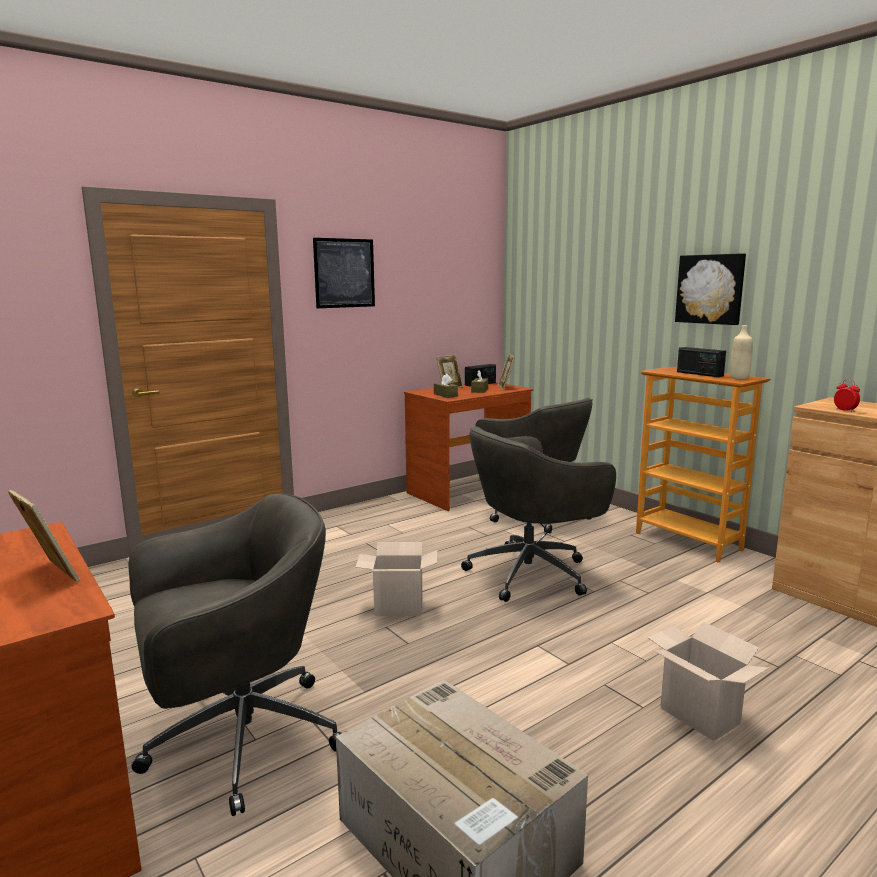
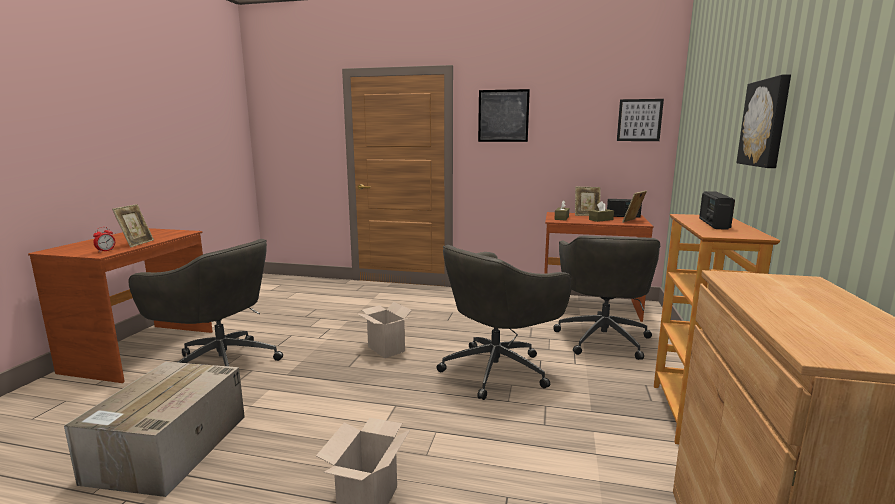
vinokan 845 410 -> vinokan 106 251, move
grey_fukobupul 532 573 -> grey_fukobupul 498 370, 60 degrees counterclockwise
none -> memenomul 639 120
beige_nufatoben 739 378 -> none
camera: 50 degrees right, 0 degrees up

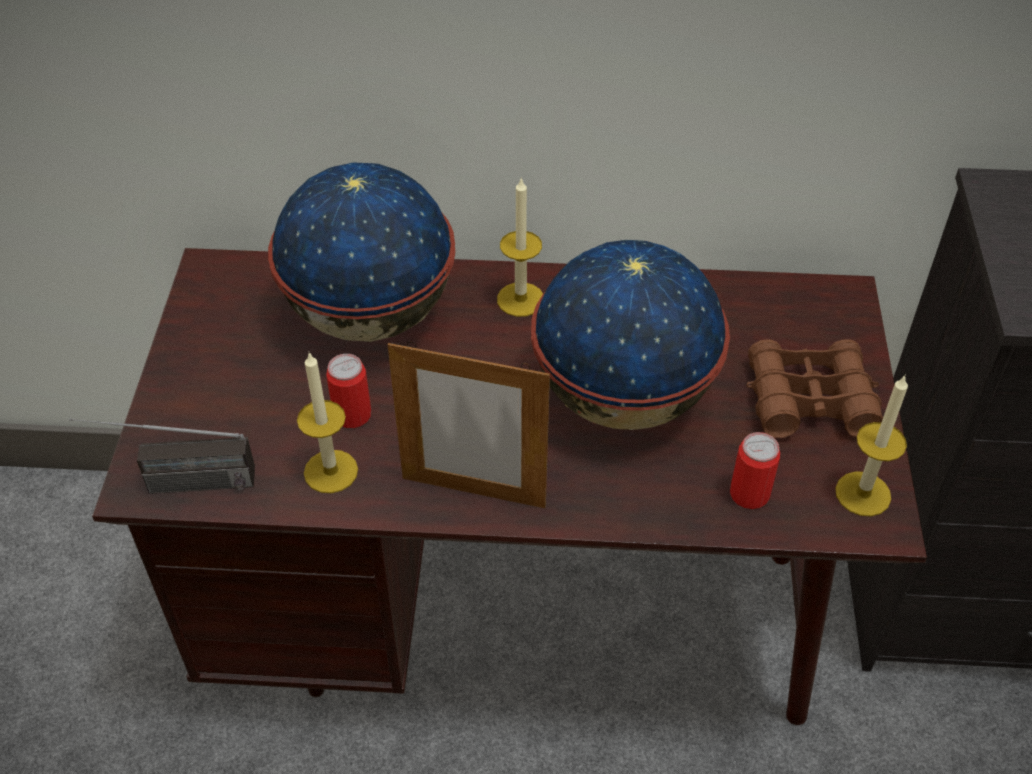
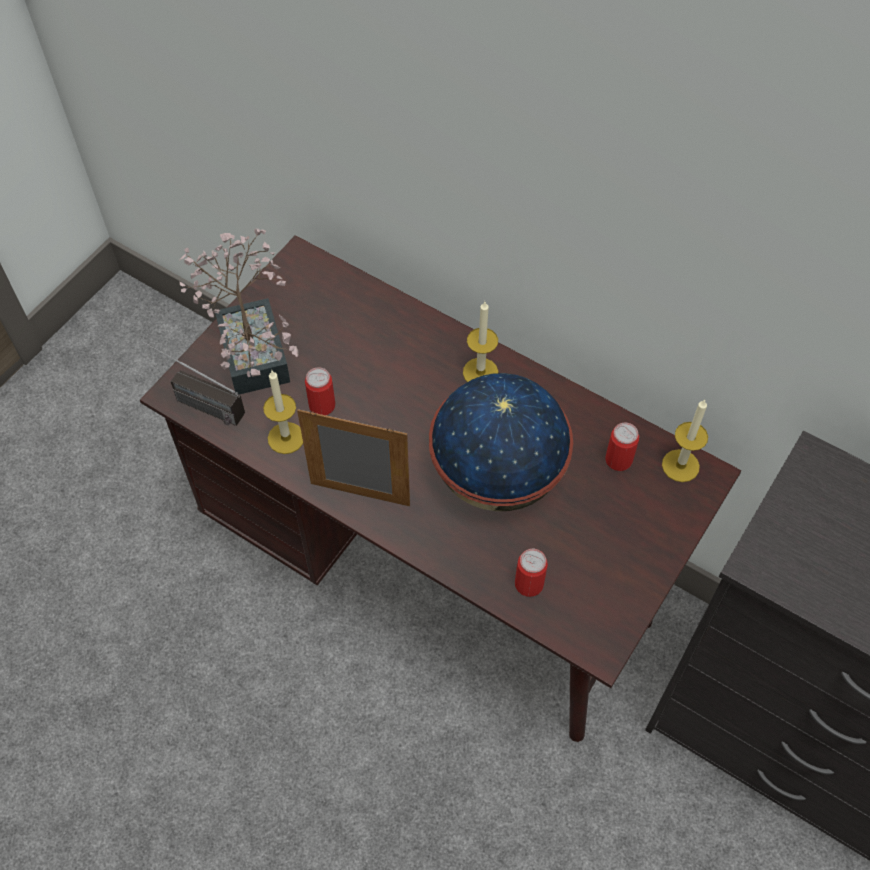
none -> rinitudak 253 345
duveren 473 492 -> duveren 360 494, 150 degrees clockwise
none -> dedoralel 618 460
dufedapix 863 494 -> dufedapix 680 465, move
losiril 369 315 -> none
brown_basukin 809 400 -> none
camera: 30 degrees right, 10 degrees up

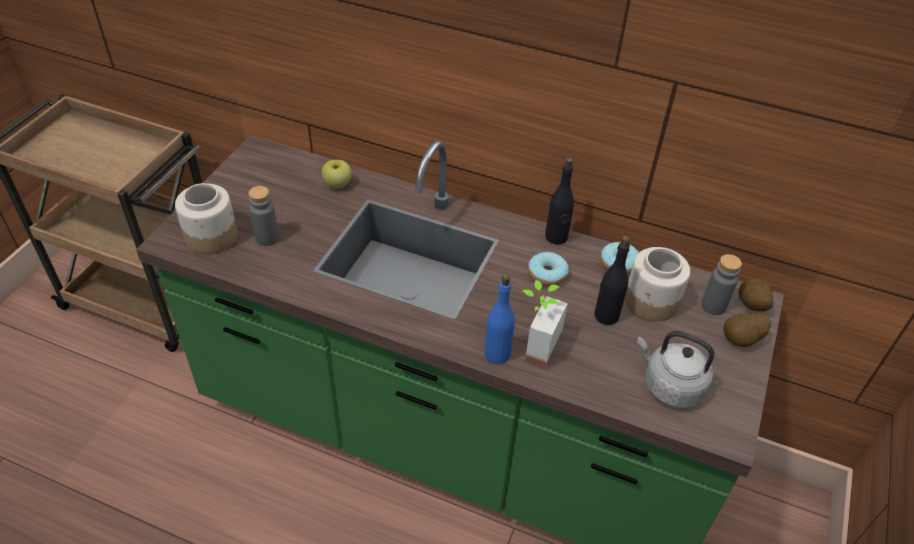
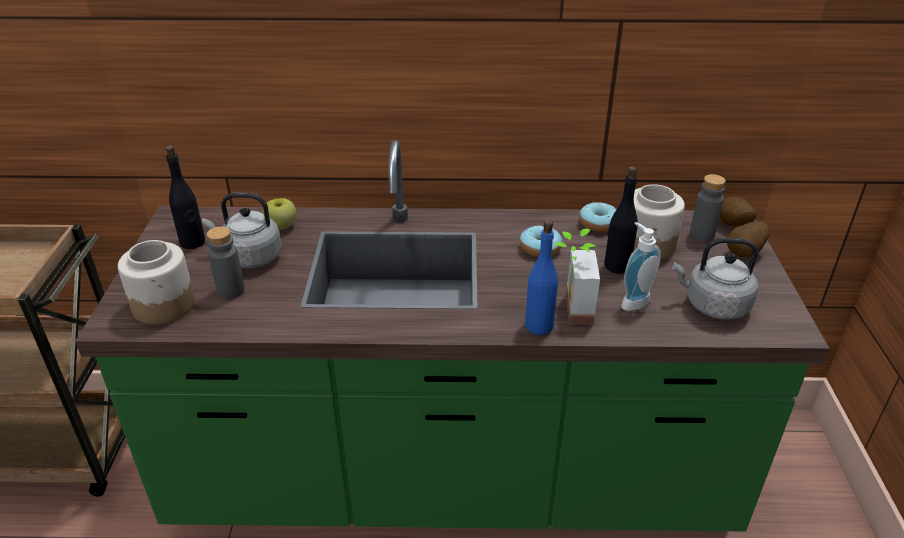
black_nufatoben 556 237 -> black_nufatoben 193 242, move
none -> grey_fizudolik 249 257
none -> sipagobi 632 301
camera: 20 degrees left, 10 degrees down

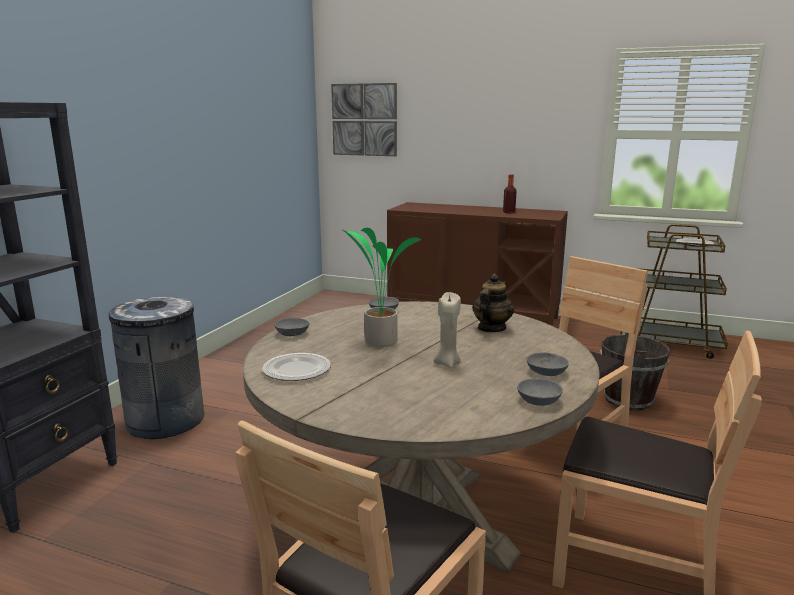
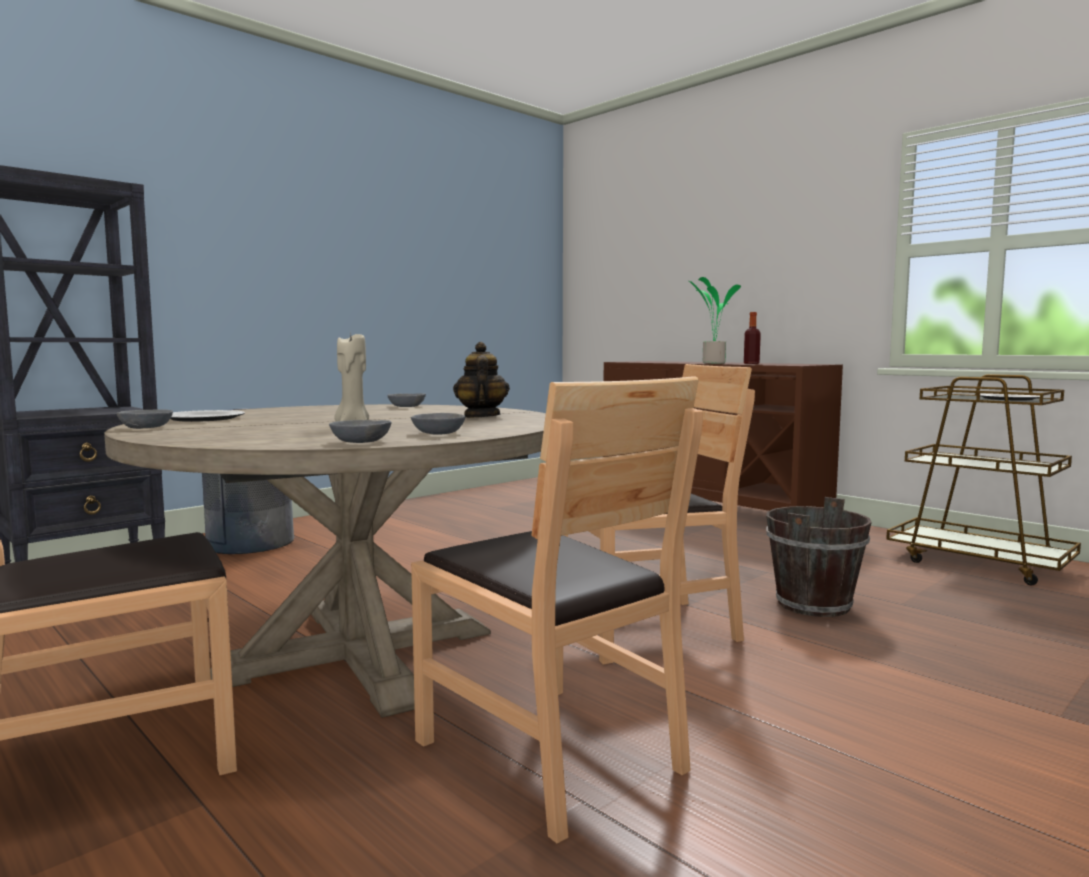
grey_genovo 293 333 -> grey_genovo 148 427, move
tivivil 491 328 -> tivivil 481 416, 60 degrees counterclockwise
rinitudak 378 342 -> rinitudak 712 363, move
memenomul 364 120 -> none
camera: 25 degrees right, 10 degrees down

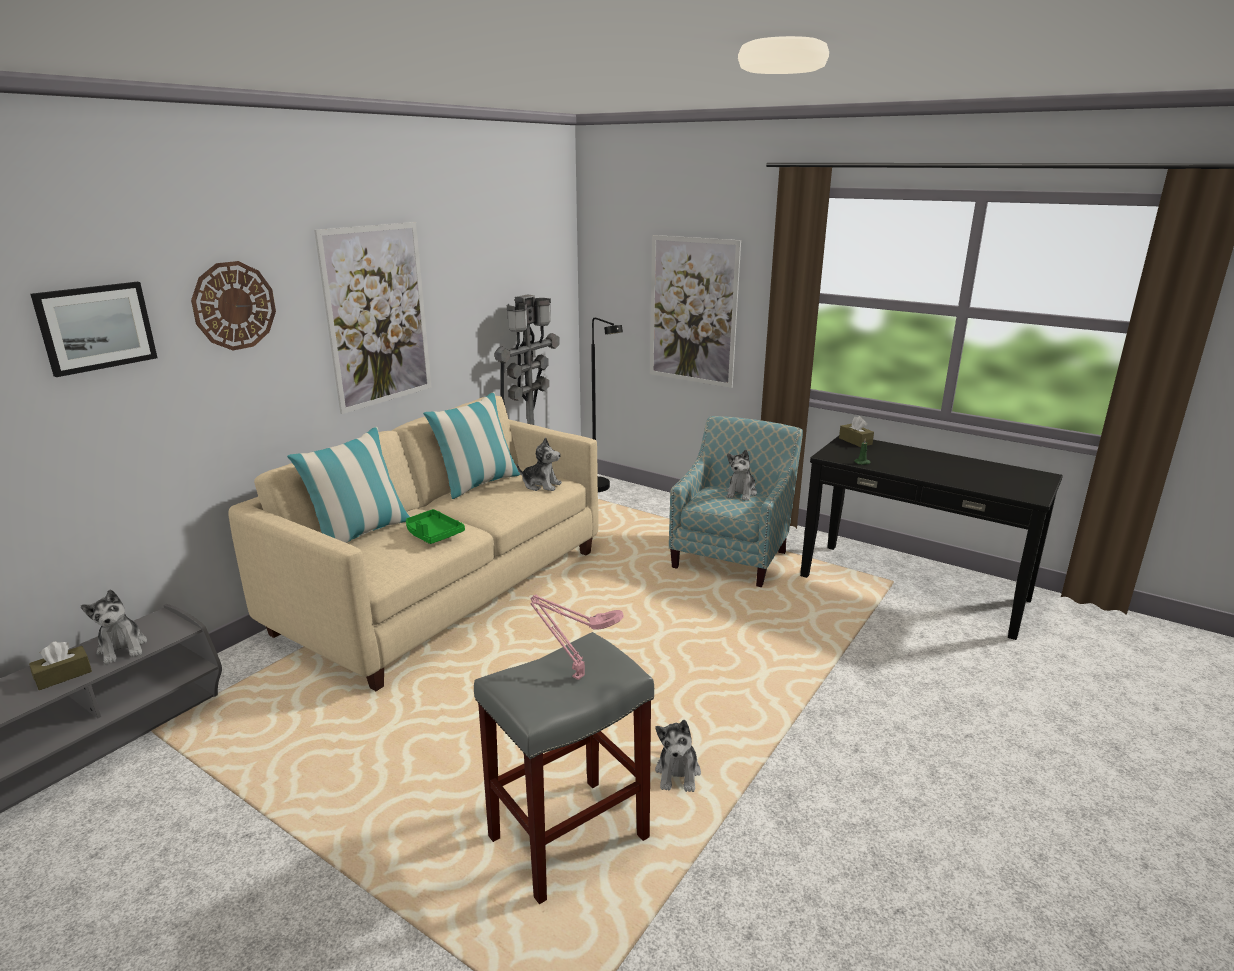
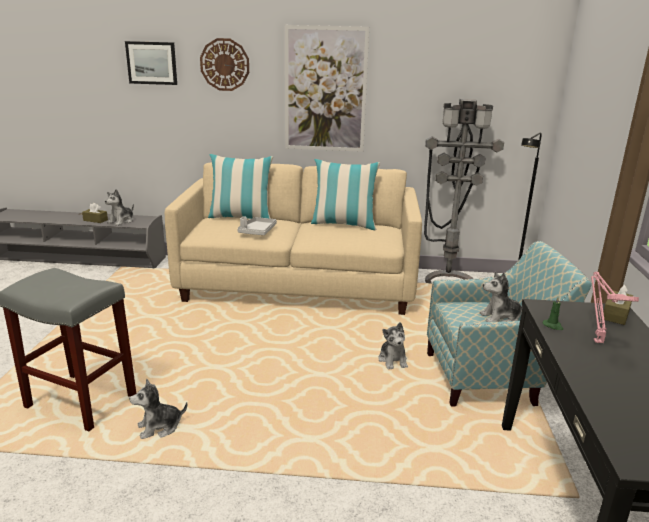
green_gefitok 432 534 -> grey_gefitok 257 231
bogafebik 541 485 -> bogafebik 393 360, move
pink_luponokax 575 675 -> pink_luponokax 597 340, move
memenomul 693 311 -> none
camera: 60 degrees right, 0 degrees up

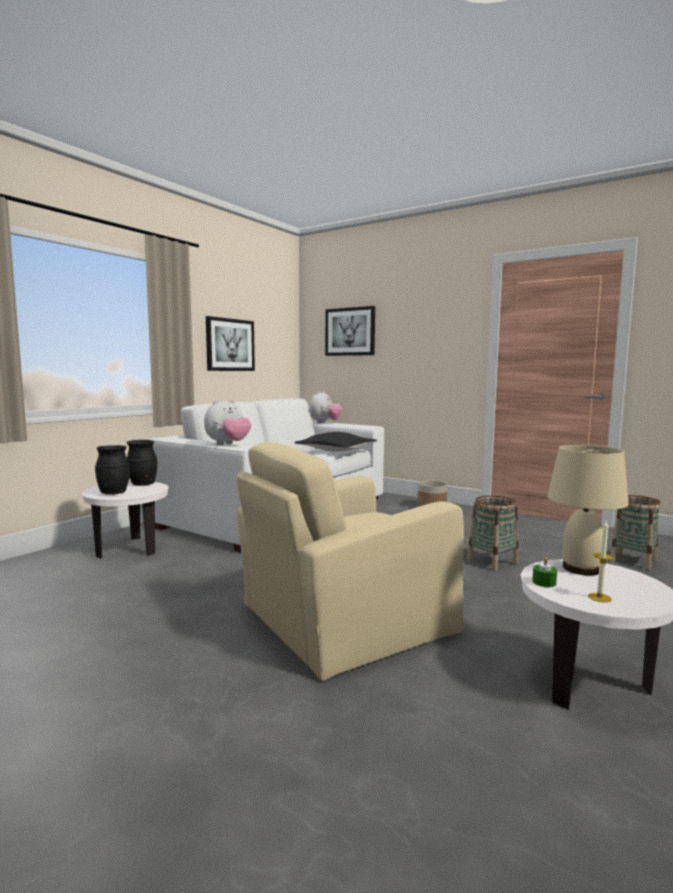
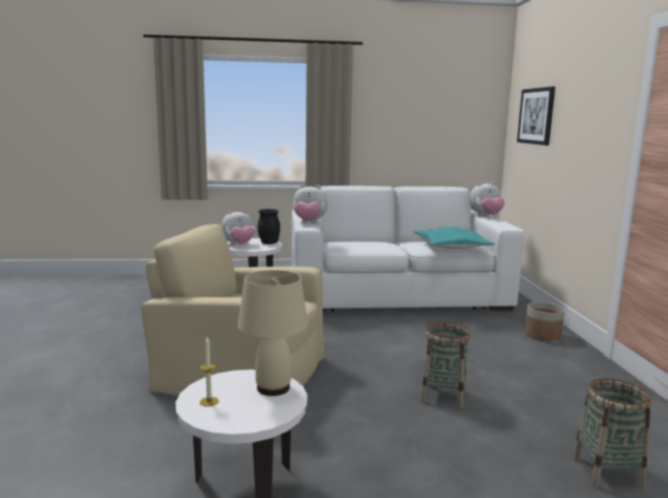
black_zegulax 113 493 -> bogafebik 239 245
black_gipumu 336 451 -> turquoise_gipumu 451 247
memenomul 230 345 -> none
green_dufedapix 544 582 -> none
camera: 50 degrees right, 5 degrees up

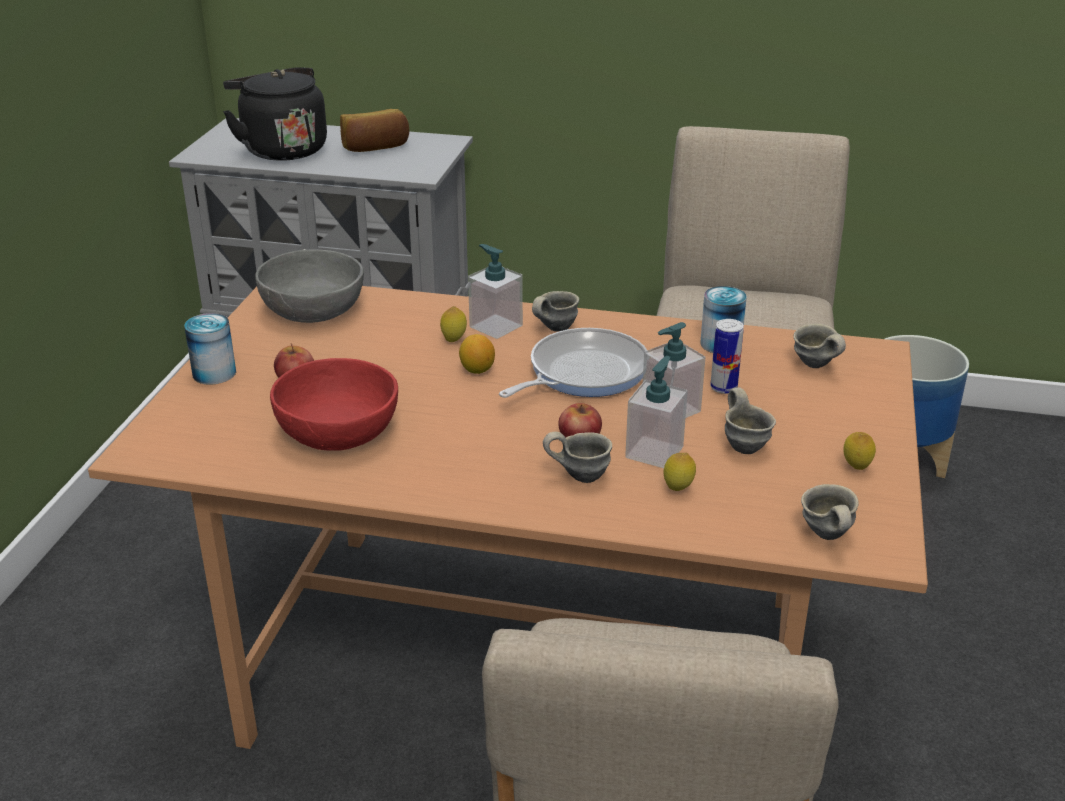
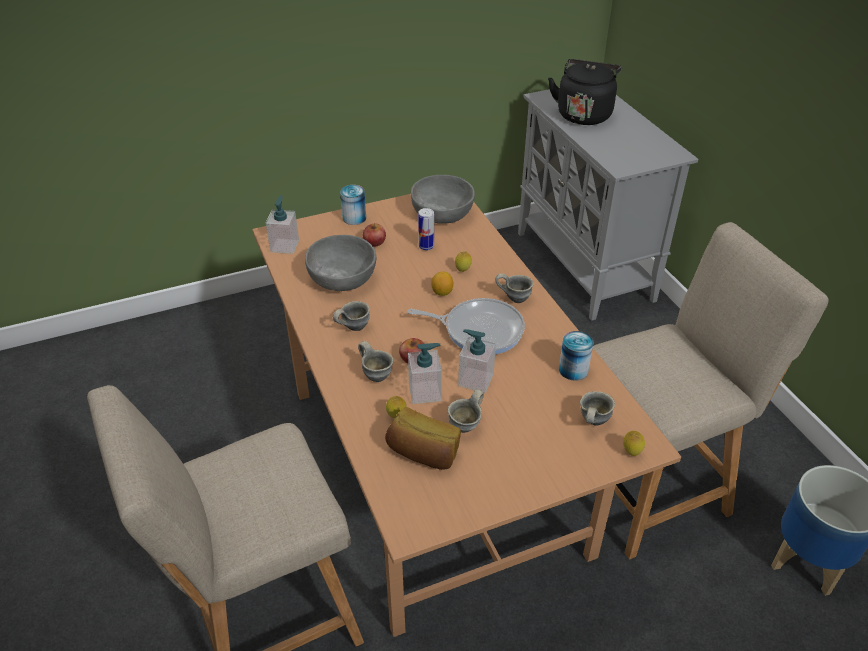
sipagobi 495 326 -> sipagobi 285 246, move
red_genovo 339 430 -> grey_genovo 342 278
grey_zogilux 824 537 -> grey_zogilux 353 327, move
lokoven 375 147 -> lokoven 423 453, move
dedoralel 723 388 -> dedoralel 426 246, move
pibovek 856 468 -> pibovek 631 452, move
camera: 55 degrees right, 10 degrees up

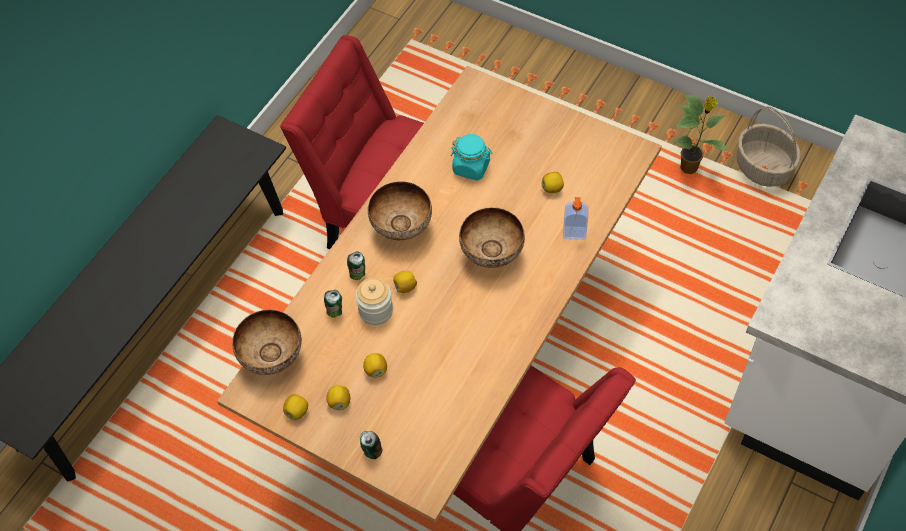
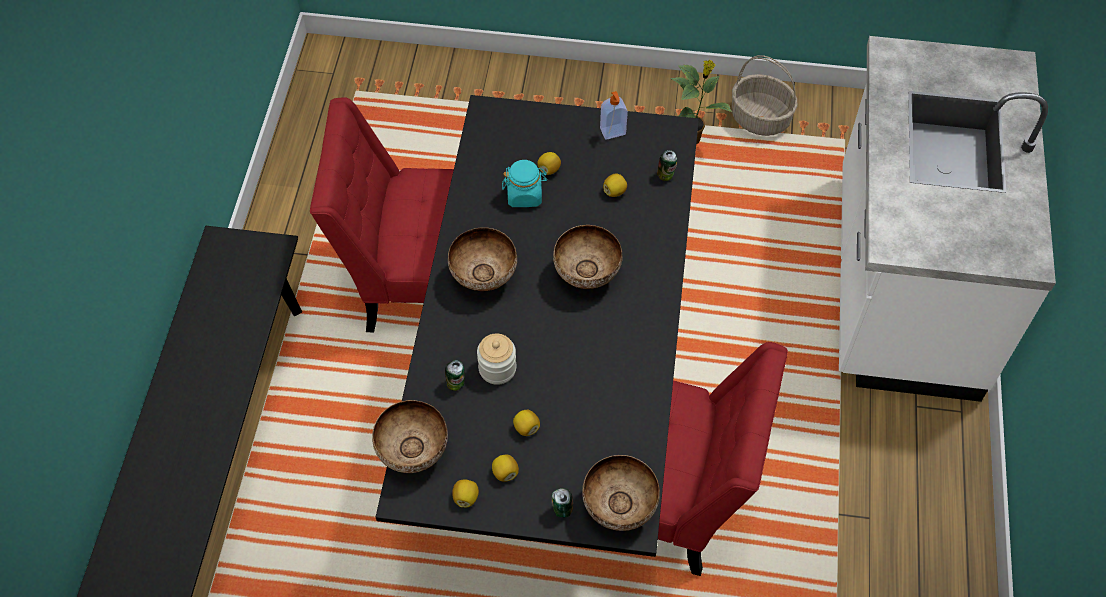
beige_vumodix 458 359 -> black_vumodix 553 398
pibovek 405 287 -> pibovek 549 169, move
none -> genovo 618 508
sipagobi 574 233 -> sipagobi 613 132, move
dedoralel 358 274 -> dedoralel 666 175, move
camera: 25 degrees left, 0 degrees up

